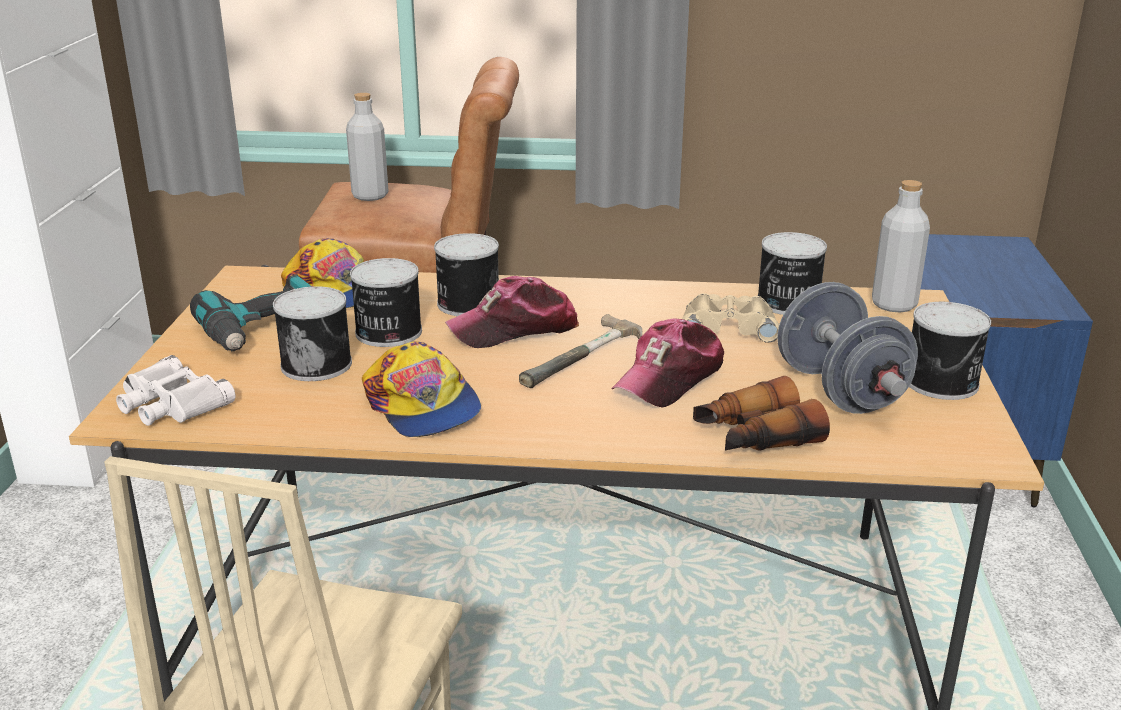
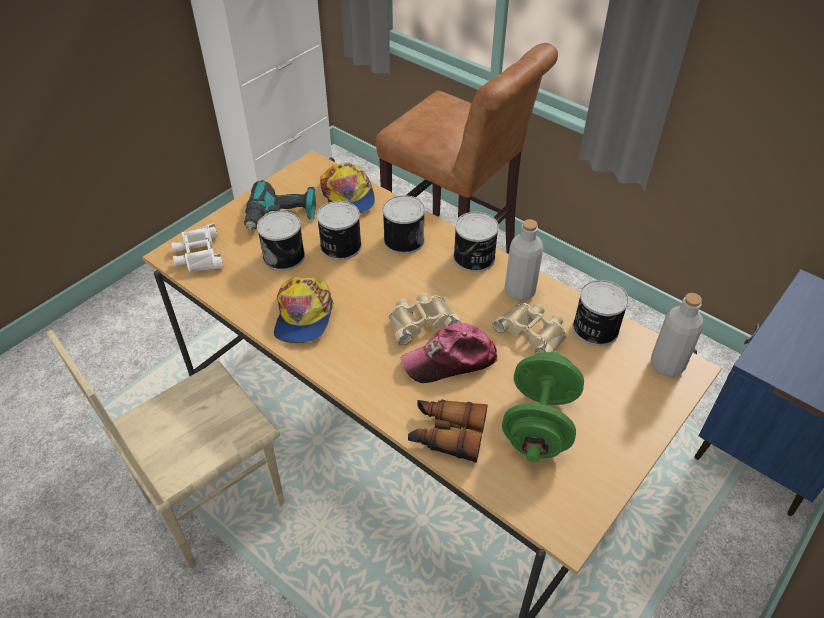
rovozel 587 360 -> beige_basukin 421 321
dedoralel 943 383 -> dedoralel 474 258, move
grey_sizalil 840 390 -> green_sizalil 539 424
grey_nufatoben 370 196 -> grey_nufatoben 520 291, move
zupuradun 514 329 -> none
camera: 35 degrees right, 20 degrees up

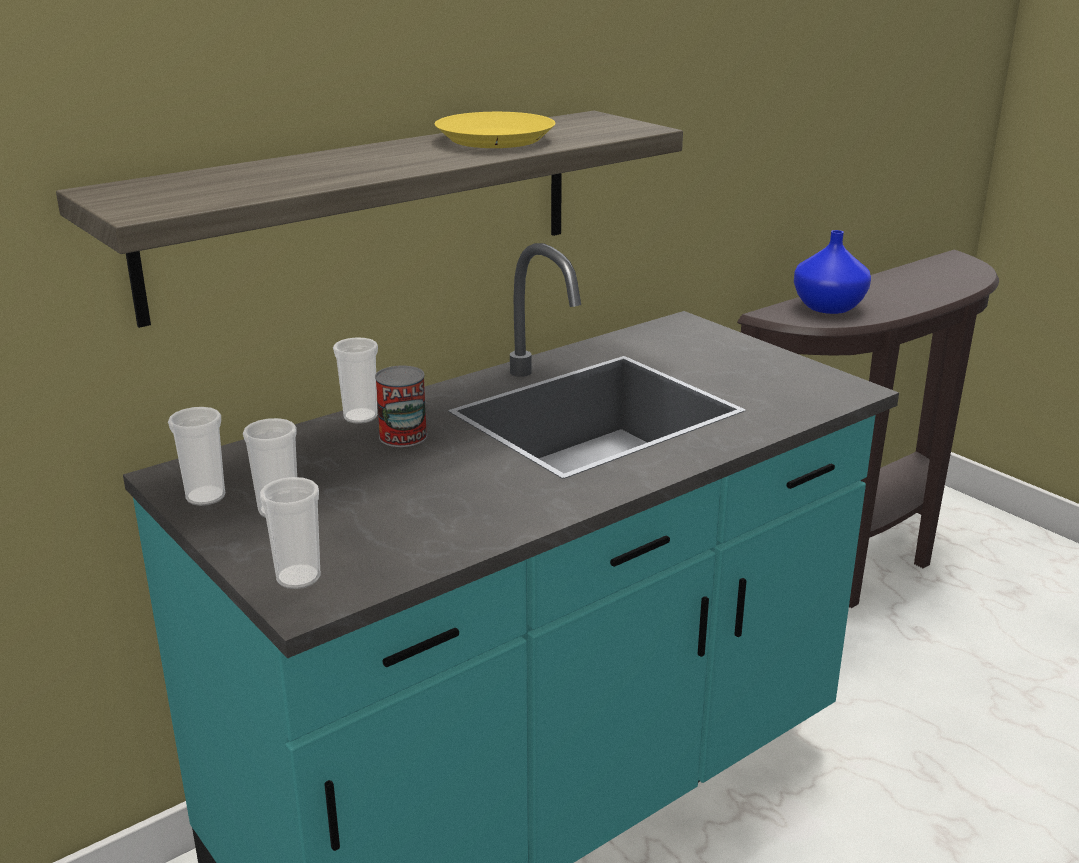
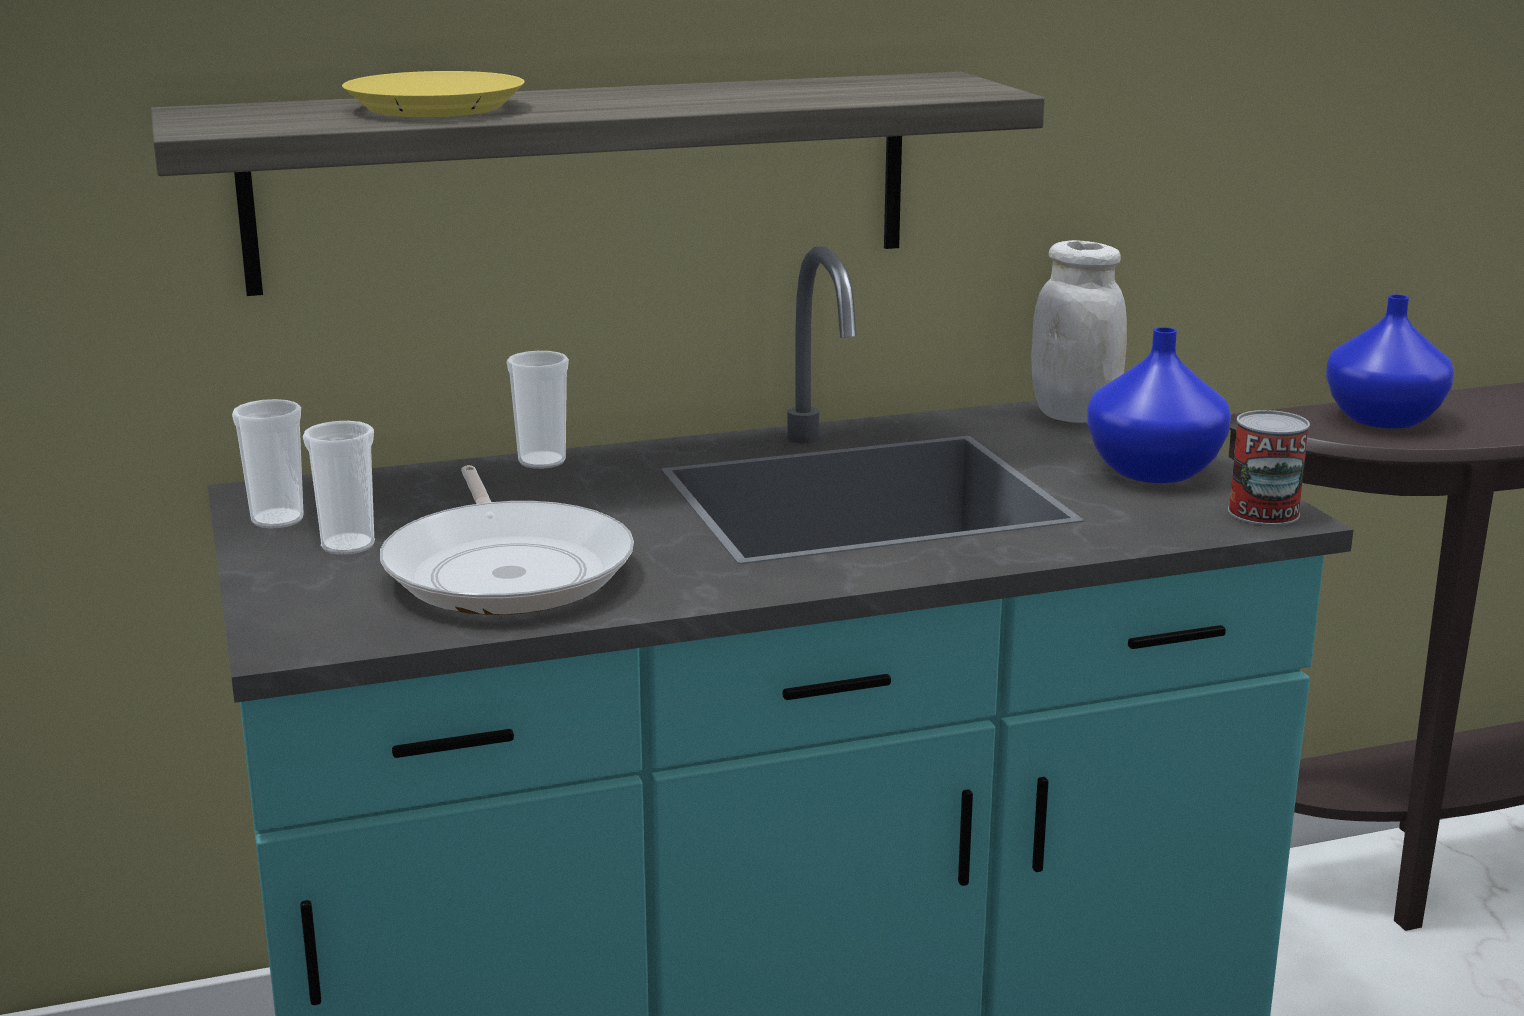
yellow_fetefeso 494 139 -> yellow_fetefeso 433 107, move
none -> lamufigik 507 569
none -> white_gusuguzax 1074 415
none -> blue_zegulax 1155 470
dedoralel 403 436 -> dedoralel 1263 513, move
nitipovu 298 578 -> none
camera: 20 degrees right, 5 degrees down

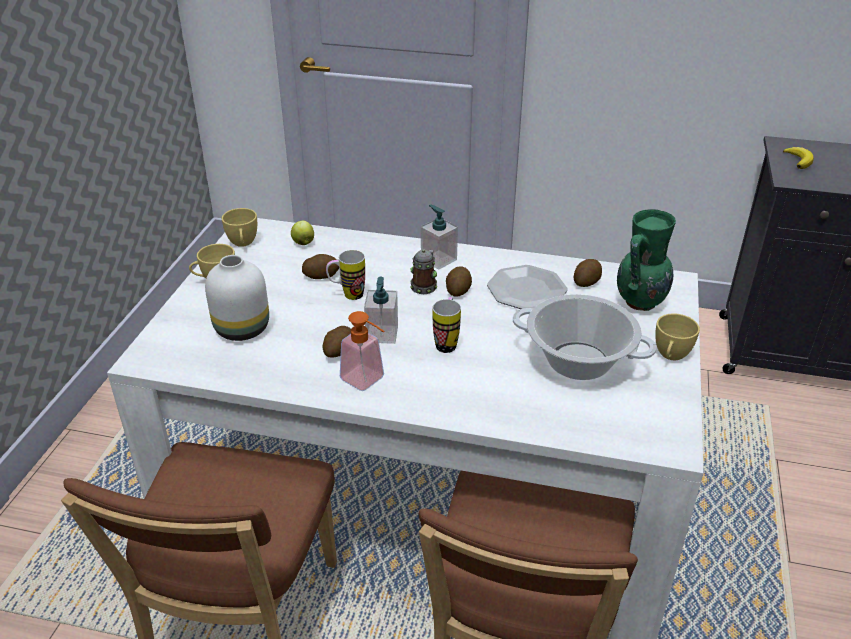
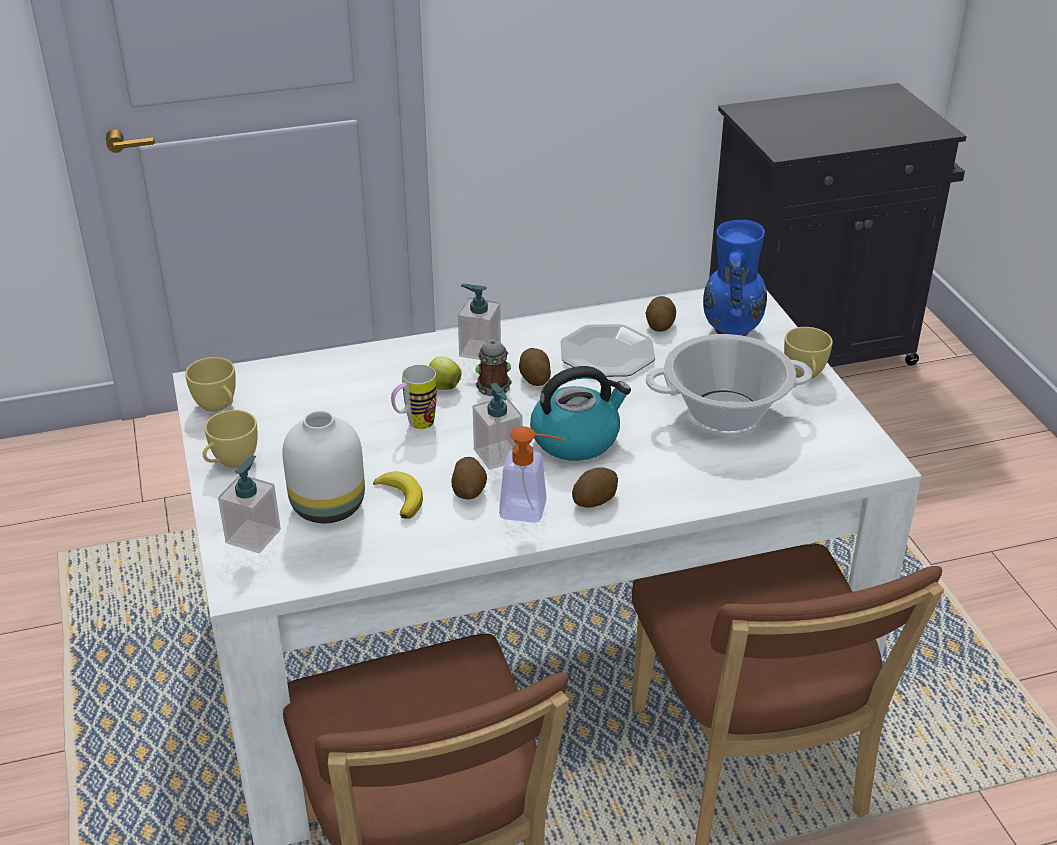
none -> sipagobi 253 536
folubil 799 160 -> folubil 401 497, move
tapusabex 303 243 -> tapusabex 443 386, move
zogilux 447 342 -> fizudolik 576 438
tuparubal 321 276 -> tuparubal 594 499, move
green_zegulax 639 303 -> blue_zegulax 731 330
camera: 30 degrees left, 0 degrees up

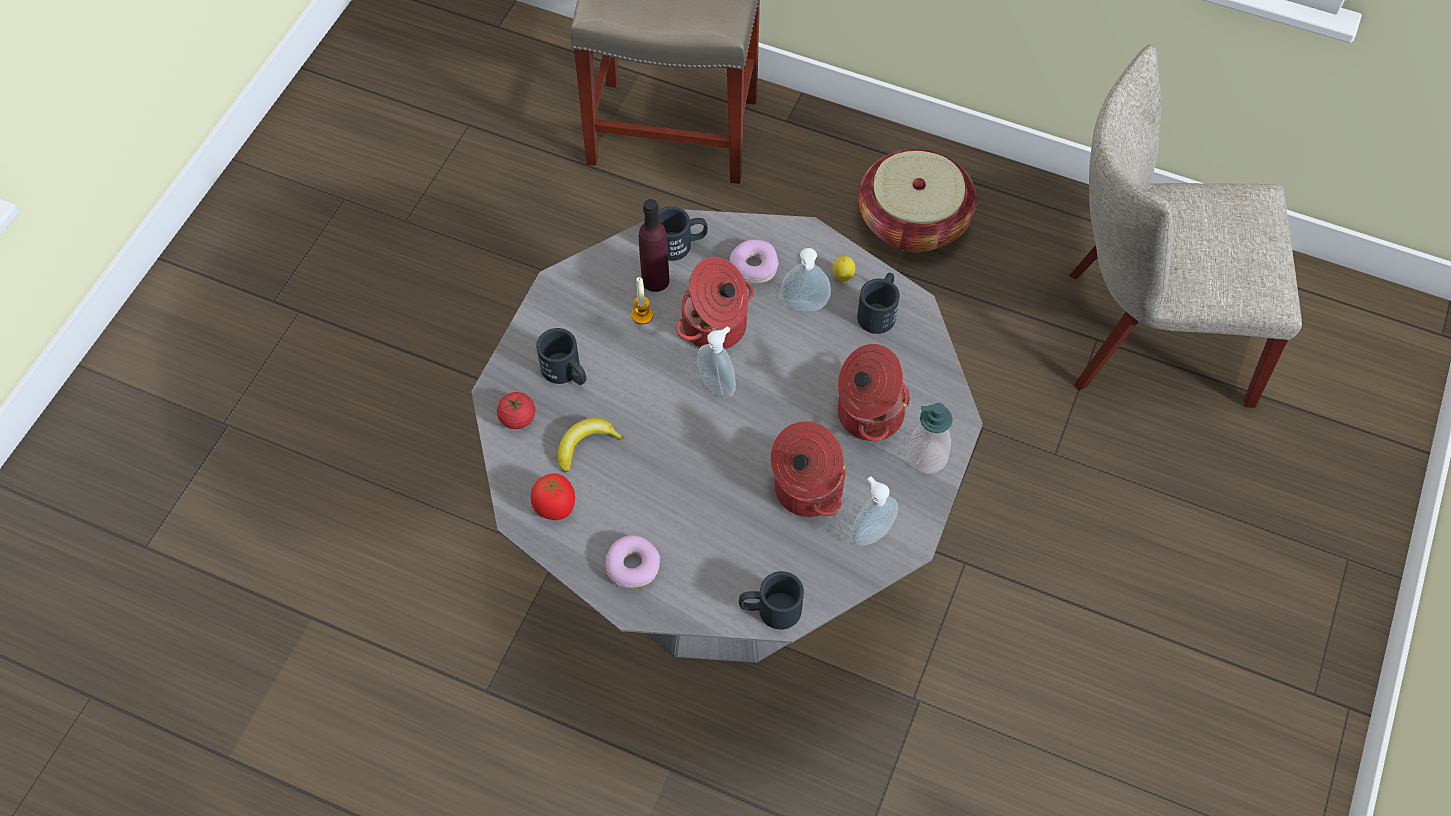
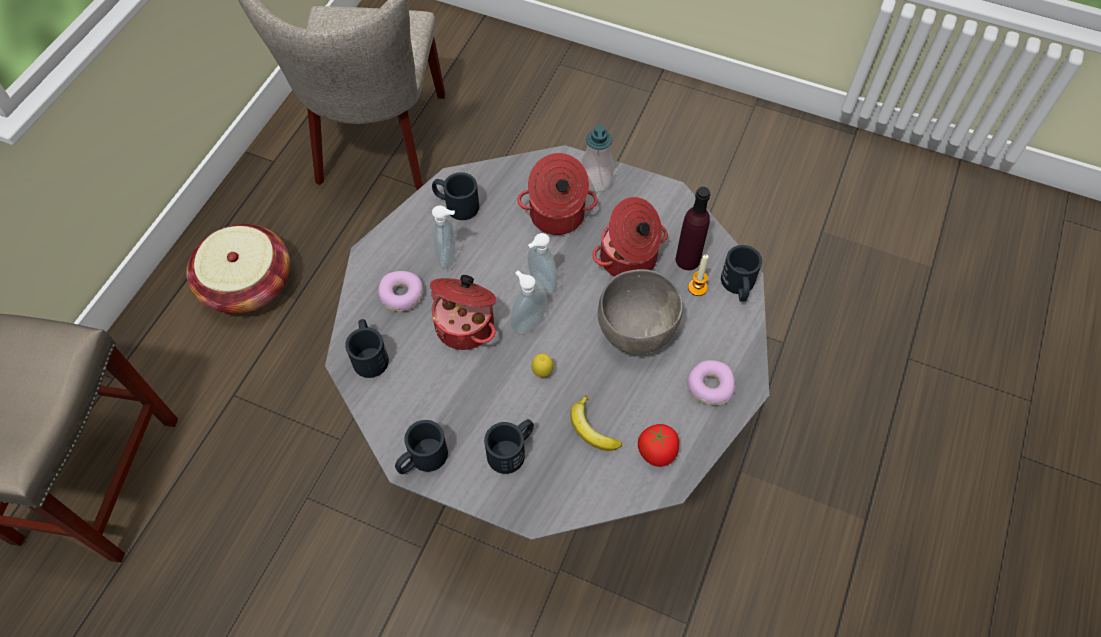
none -> black_zogilux 422 459
sipagobi 870 532 -> sipagobi 540 285, move
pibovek 842 278 -> pibovek 542 372, move
none -> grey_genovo 635 332
purple_nufatoben 655 280 -> purple_nufatoben 687 260, move
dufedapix 642 315 -> dufedapix 697 287, move
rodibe 517 418 -> none
camera: 90 degrees left, 0 degrees up

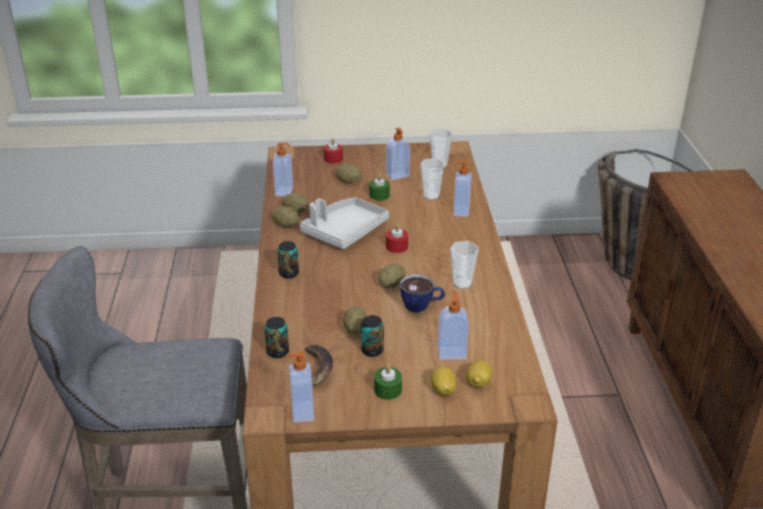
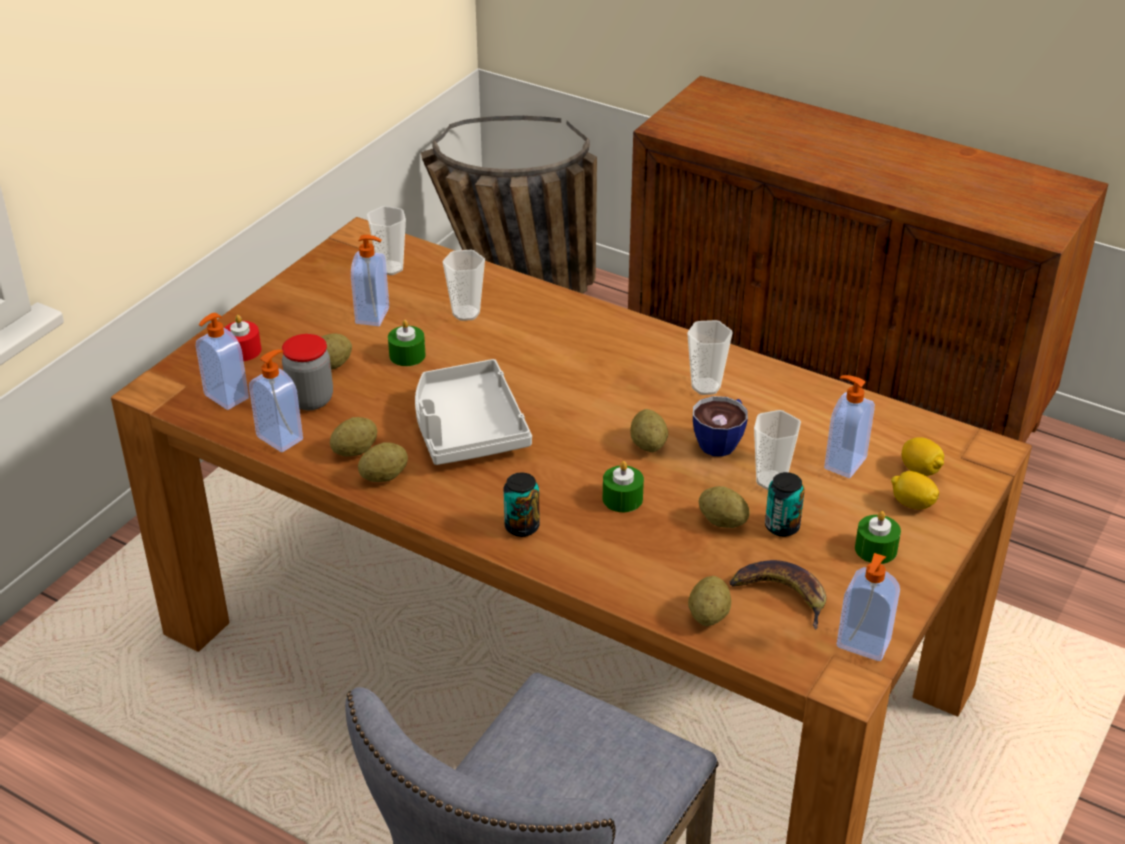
sipagobi 460 211 -> sipagobi 225 397, move
none -> gusuguzax 310 400
none -> green_dufedapix 622 498
dedoralel 277 352 -> tuparubal 708 615
none -> nitipovu 771 480
red_dufedapix 396 246 -> none
camera: 55 degrees left, 5 degrees up

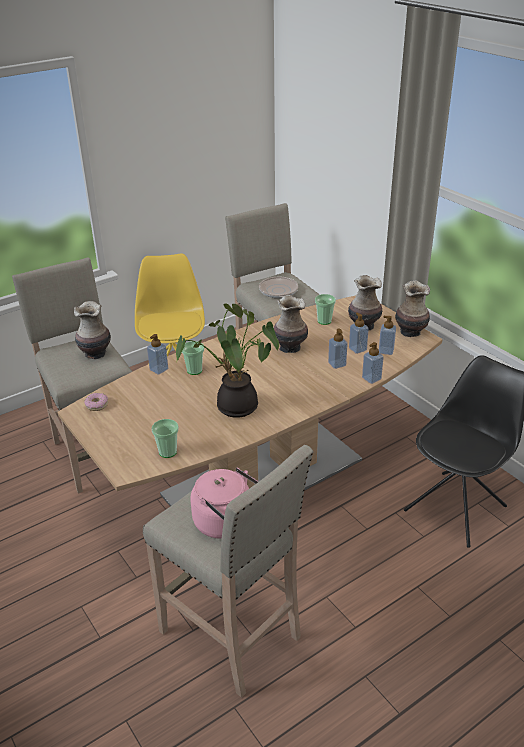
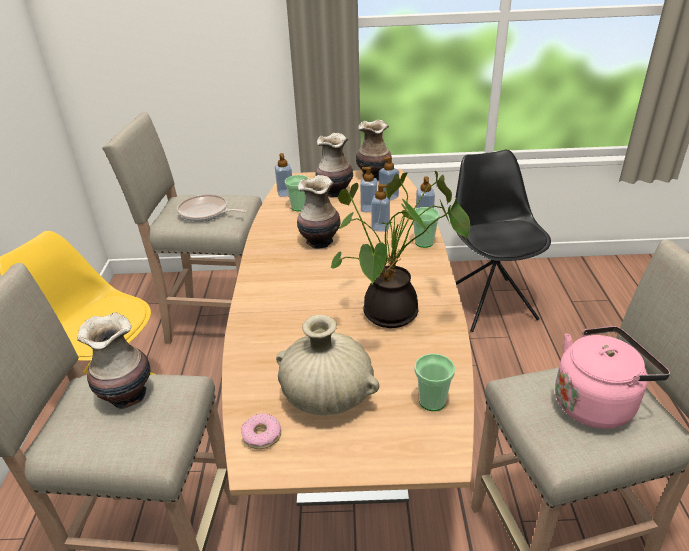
sipagobi 159 369 -> sipagobi 285 193, move
none -> beige_zegulax 327 396
nitipovu 194 370 -> nitipovu 424 242, move
camera: 55 degrees left, 0 degrees up

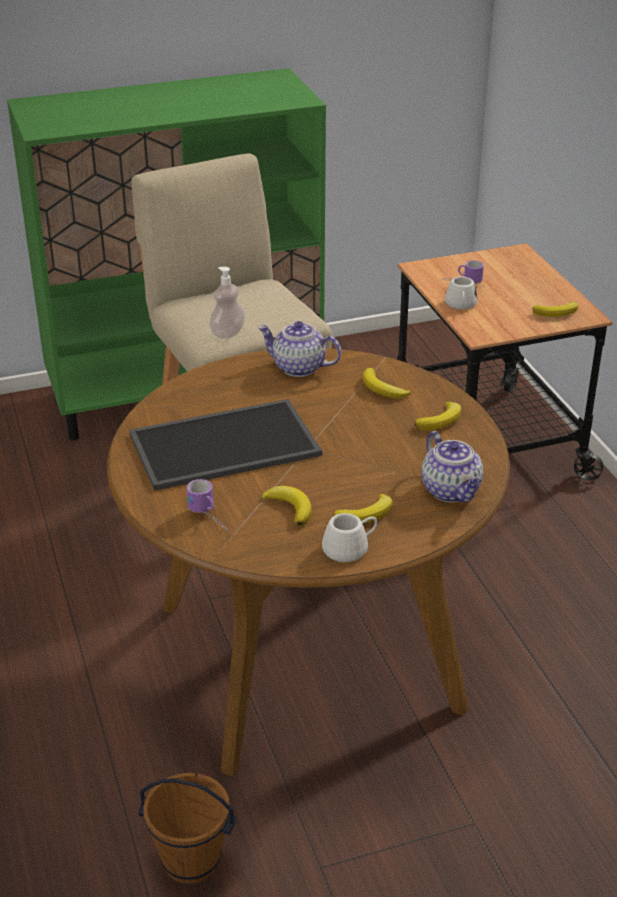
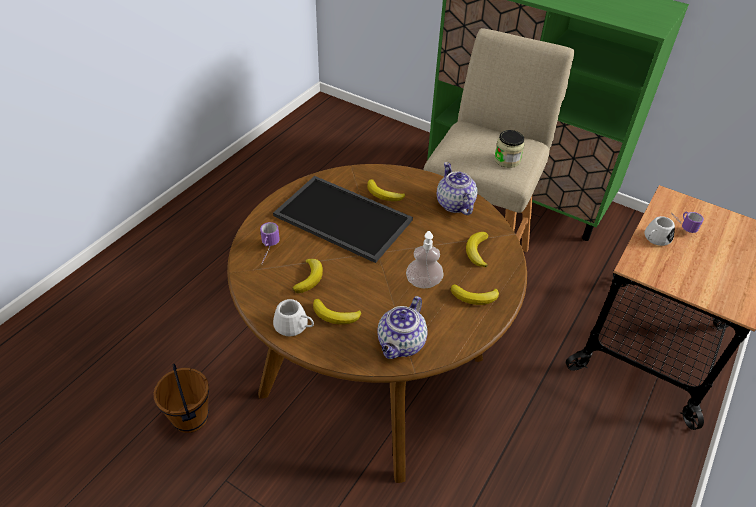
folubil 557 312 -> folubil 384 194, move
sipagobi 228 333 -> sipagobi 423 282, move
none -> gusuguzax 507 160
camera: 50 degrees right, 10 degrees up

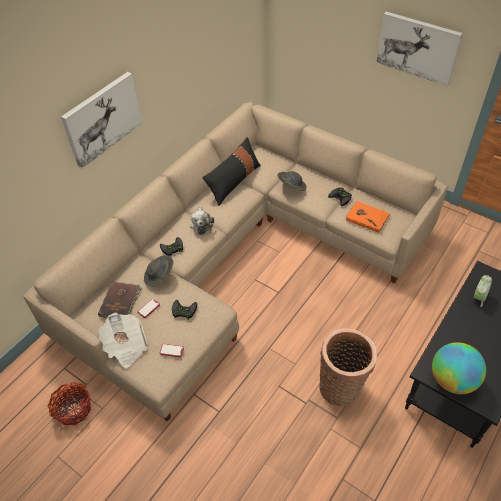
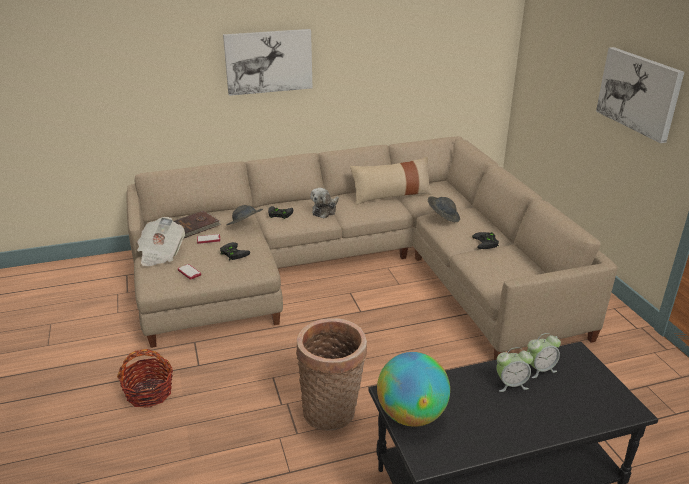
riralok 73 409 -> riralok 149 393, move
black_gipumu 234 182 -> beige_gipumu 391 195
none -> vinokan 511 384
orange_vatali 367 217 -> none
camera: 35 degrees right, 20 degrees down

